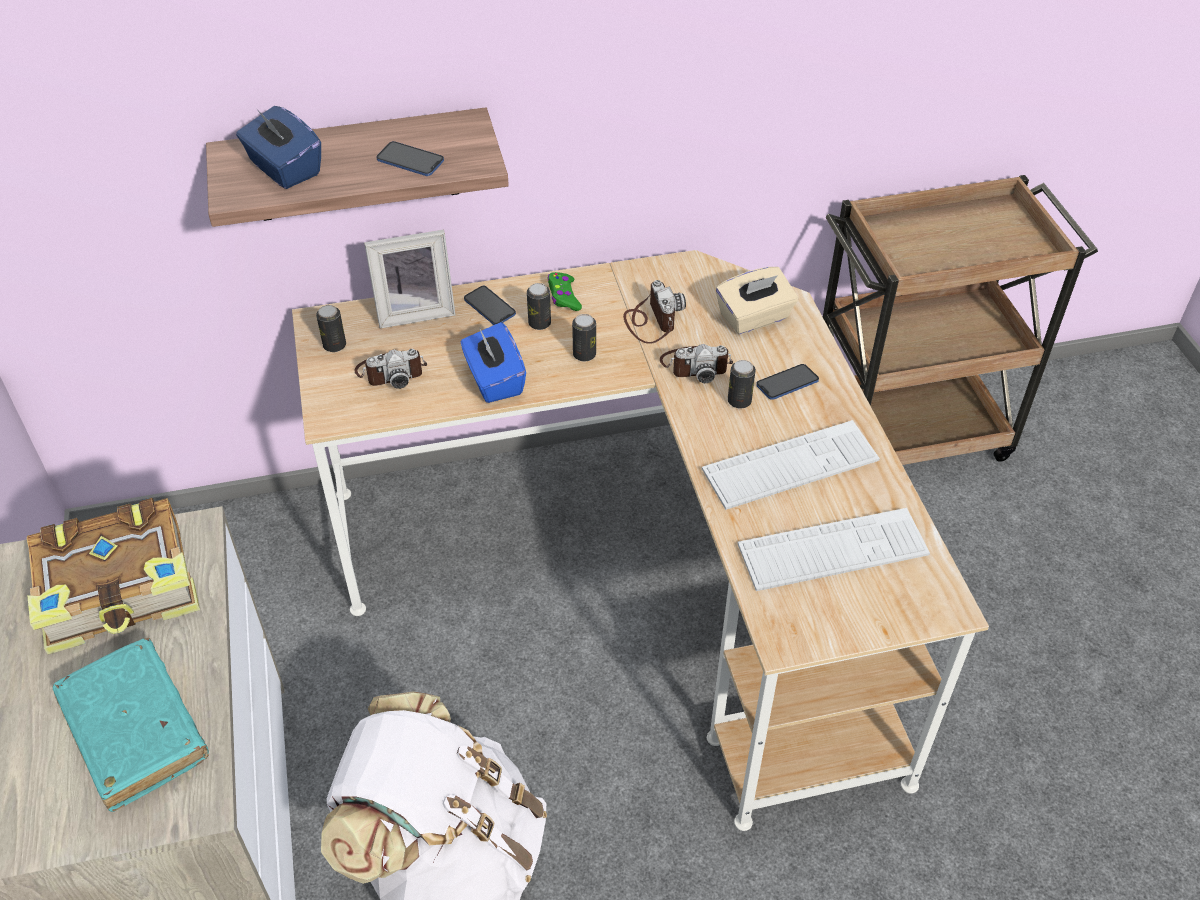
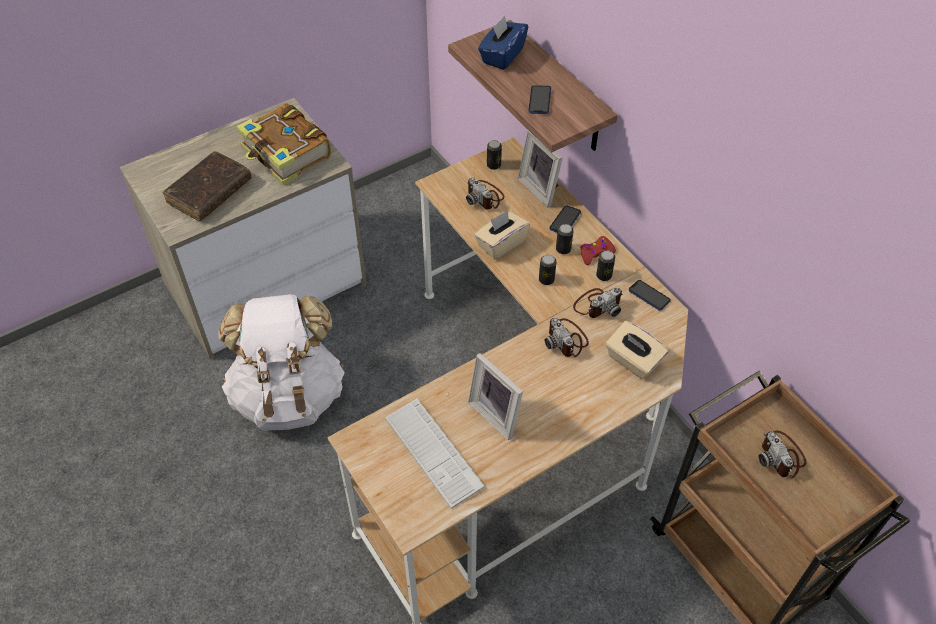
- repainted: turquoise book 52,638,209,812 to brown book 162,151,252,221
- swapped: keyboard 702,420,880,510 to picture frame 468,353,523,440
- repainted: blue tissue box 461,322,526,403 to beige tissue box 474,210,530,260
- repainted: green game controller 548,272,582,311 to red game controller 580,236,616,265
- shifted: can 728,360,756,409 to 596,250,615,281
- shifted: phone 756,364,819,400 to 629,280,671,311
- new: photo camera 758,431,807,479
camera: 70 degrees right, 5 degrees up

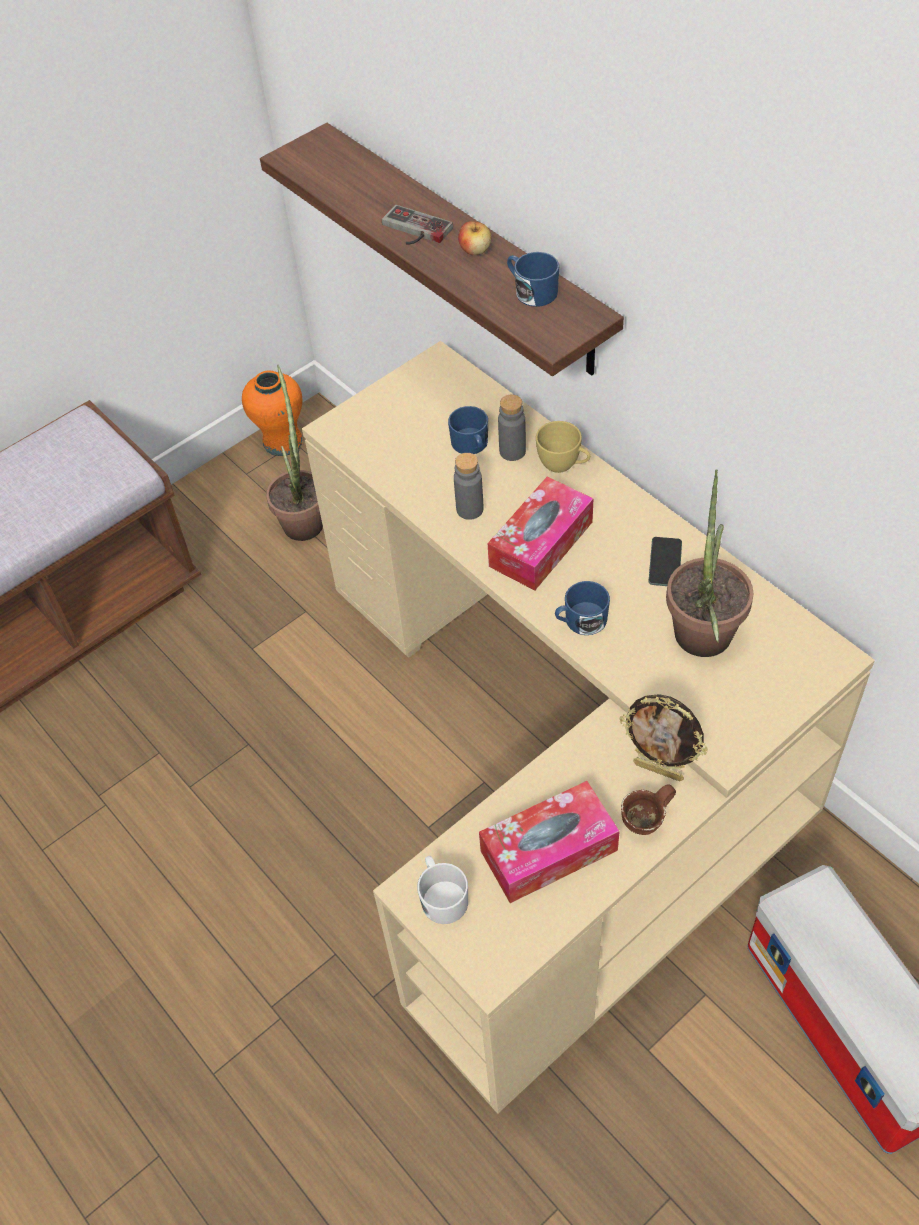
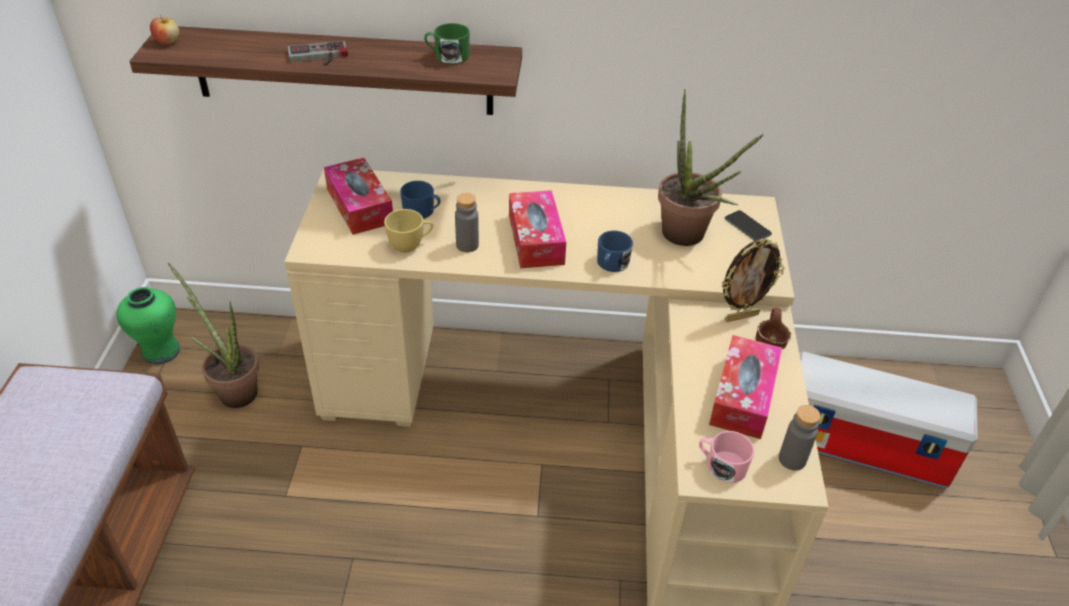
- repainted: orange vase 242,371,303,456 to green vase 116,287,180,365
- shifted: apple 458,220,491,255 to 150,15,179,45
- new: tissue box 324,158,393,235
- shifted: yellow cup 536,421,590,473 to 384,209,433,253
- repainted: blue mug 507,252,559,307 to green mug 424,23,470,64
- repainted: white mug 417,856,468,924 to pink mug 699,431,754,483
- shifted: phone 649,537,682,586 to 725,210,772,241
- shifted: grey bottle 498,394,526,461 to 779,405,821,470
camera: 50 degrees left, 10 degrees down

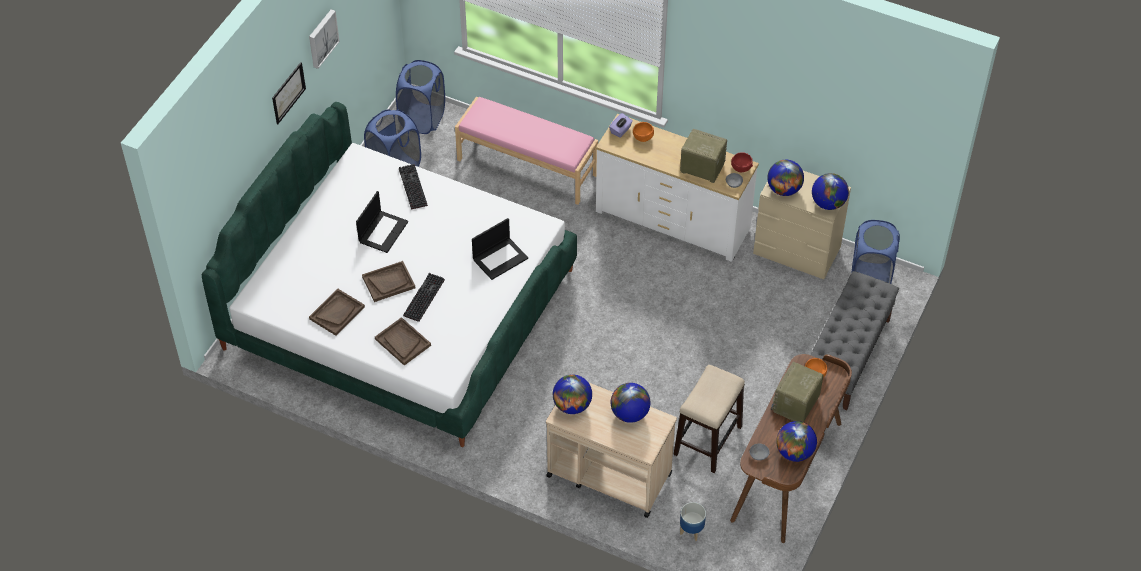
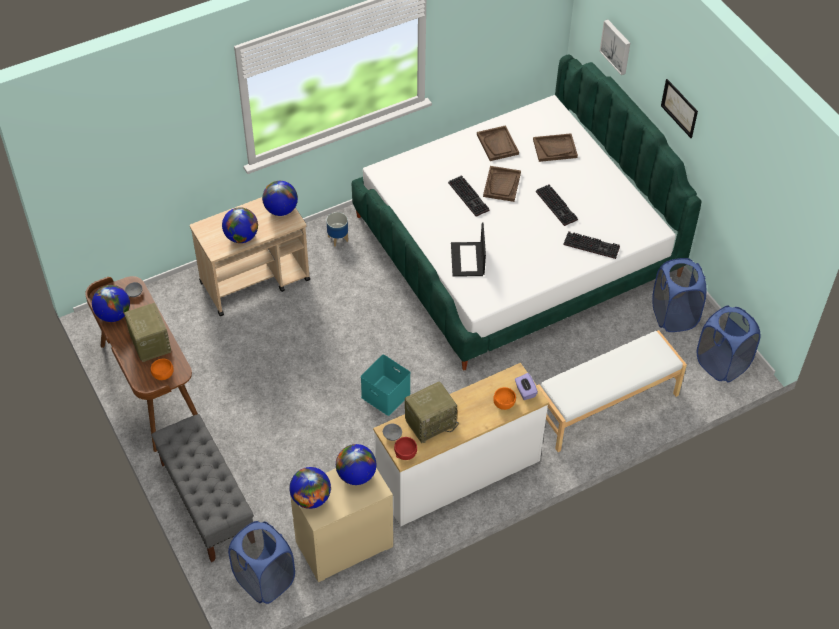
- shifted: planter 680,502,706,541 to 326,212,348,247
- new: turquoise storage box 361,354,411,416
- shifted: brown tray 375,317,431,366 to 533,133,578,162
- swapped: laptop 356,191,408,253 to keyboard 536,184,578,226
- repainted: pink bench 455,97,598,205 to white bench 537,330,687,452
- shifted: picture 309,9,340,69 to 599,19,630,75
- gone: stool 673,365,745,473
camera: 125 degrees right, 0 degrees up

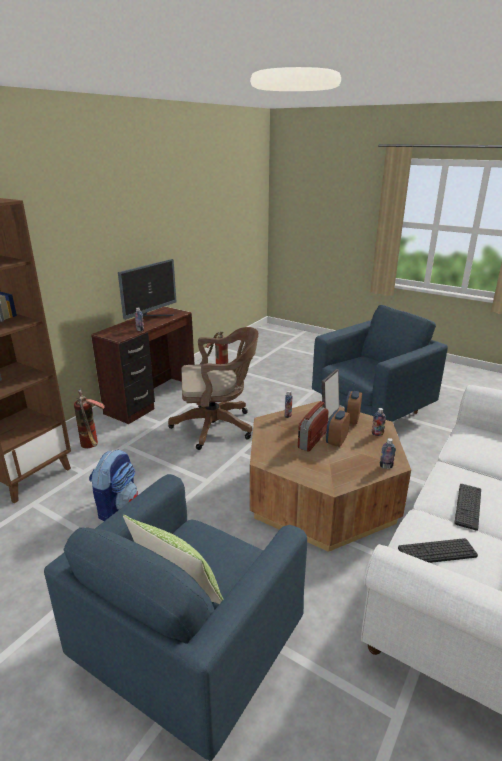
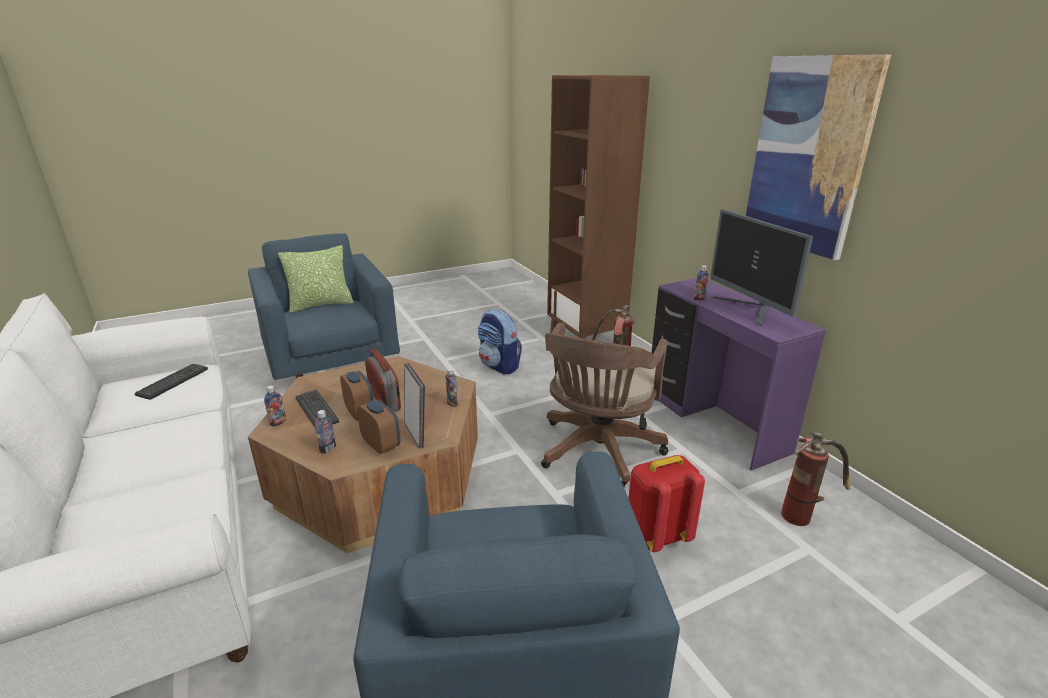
- shifted: keyboard 454,484,481,531 to 295,390,339,427
- new: red backpack 628,455,705,552
- repainted: brown desk 91,306,195,424 to purple desk 651,278,826,471
- new: picture 746,54,891,260
camera: 120 degrees right, 0 degrees up

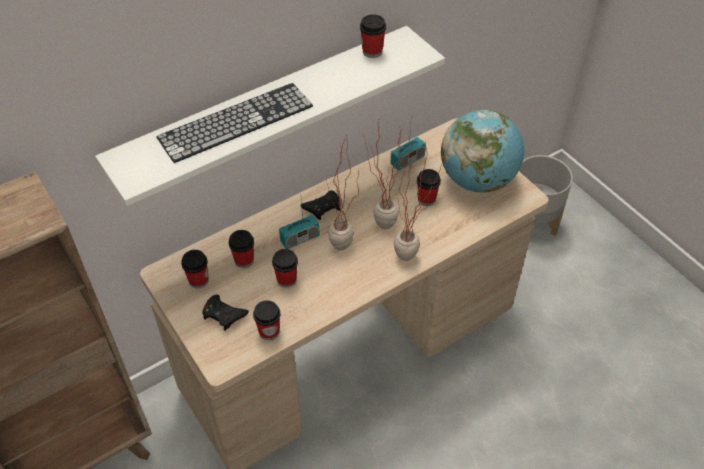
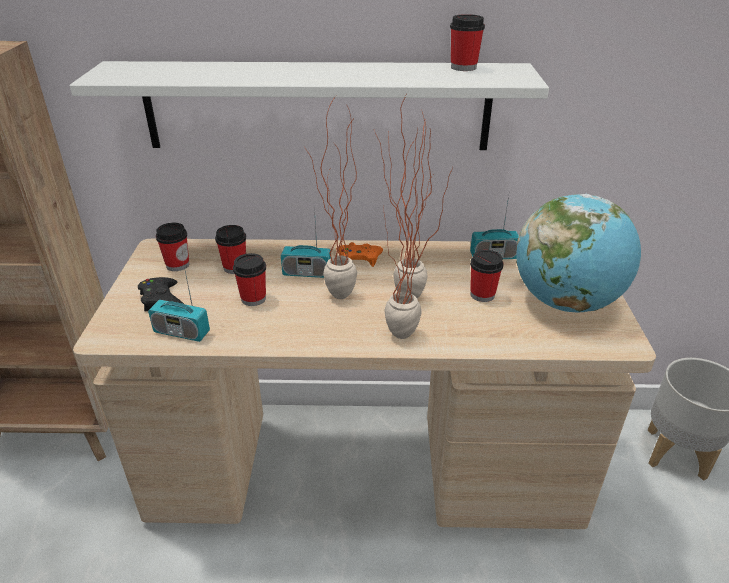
- swapped: cup 253,300,281,340 to radio 148,262,210,342
- repainted: black game controller 300,190,341,220 to orange game controller 336,242,383,267
- gone: keyboard 156,83,313,163
camera: 35 degrees right, 15 degrees down

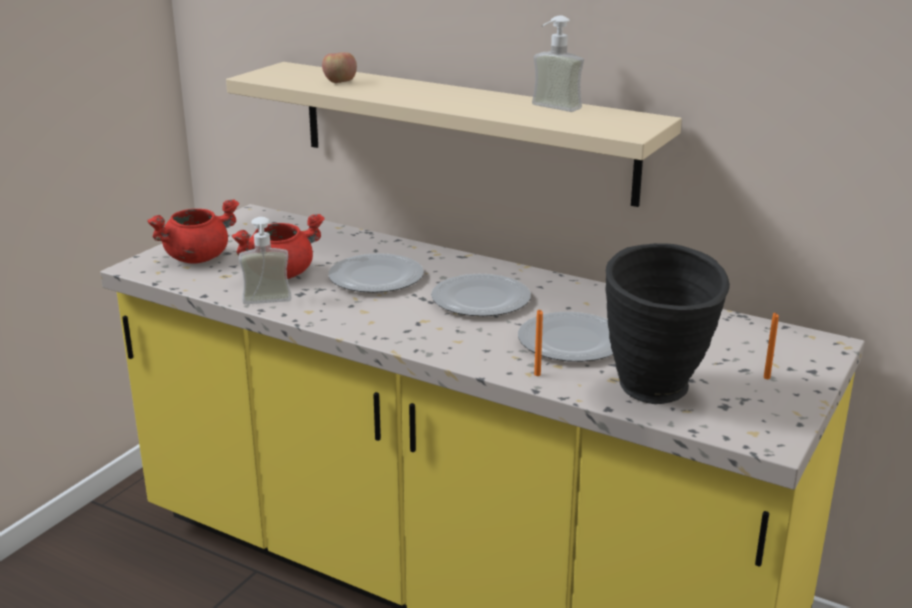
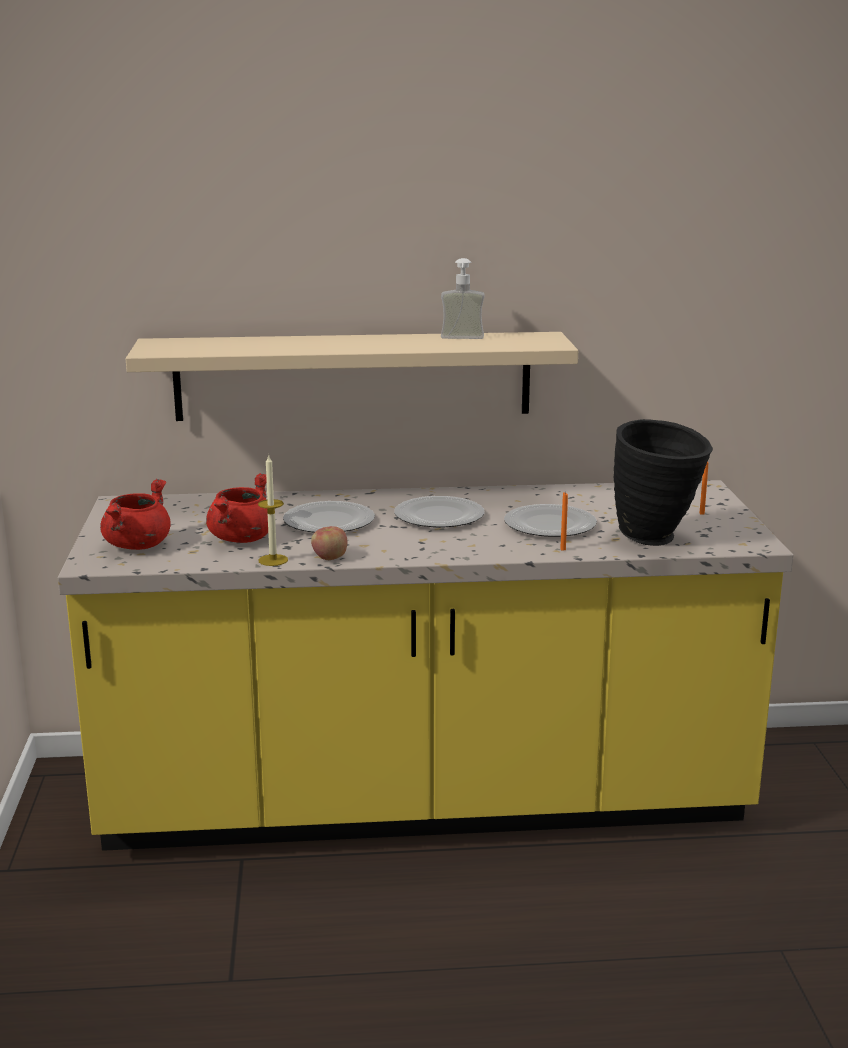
- swapped: soap dispenser 239,217,291,304 to candle 258,454,288,566
- shifted: apple 322,52,357,83 to 311,526,347,560
camera: 35 degrees left, 5 degrees down

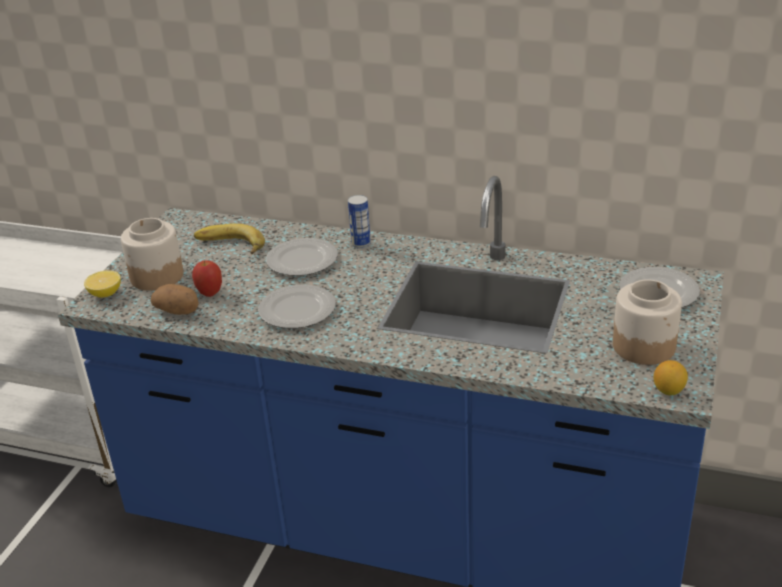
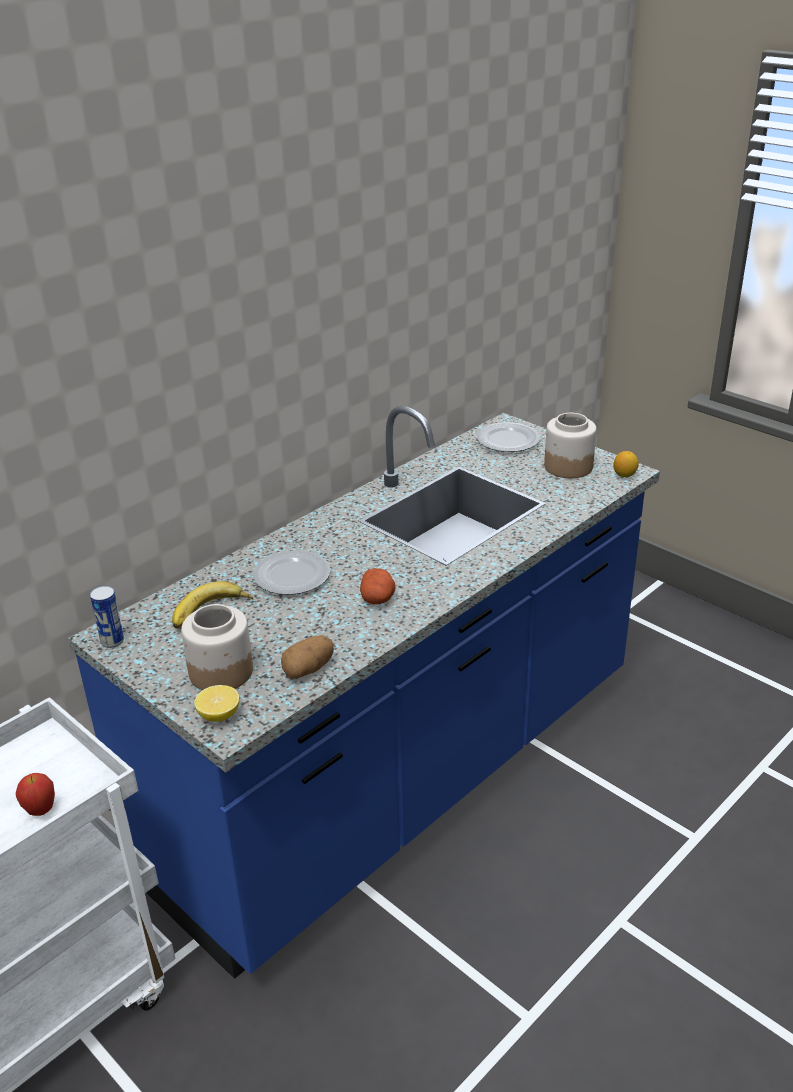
- shifted: apple 192,260,222,297 to 16,773,55,816
- shifted: can 348,195,371,249 to 90,586,124,648
- swapped: plate 258,285,336,328 to potato 360,568,396,604
camera: 65 degrees left, 0 degrees up

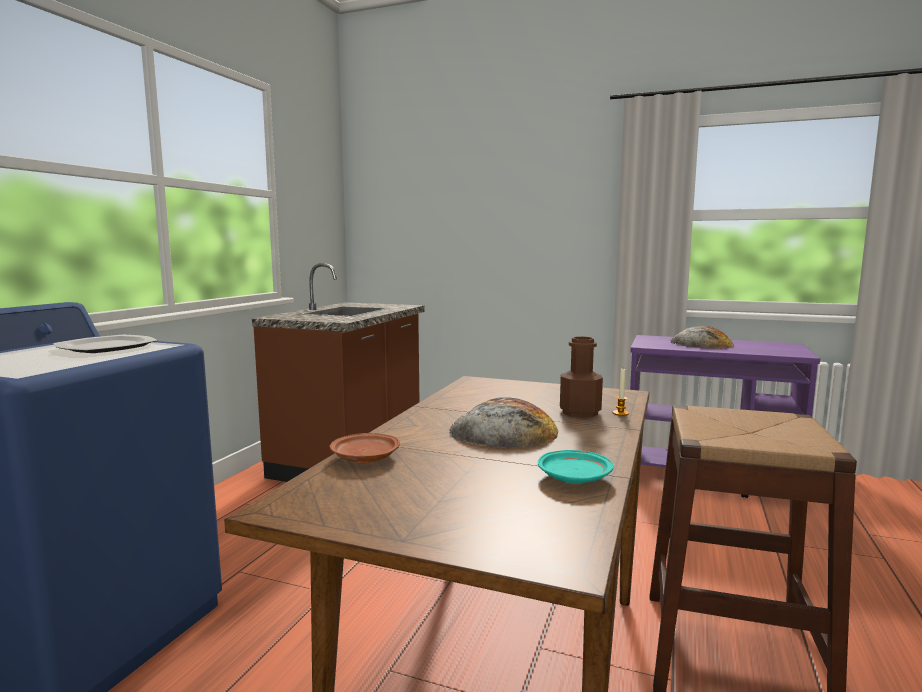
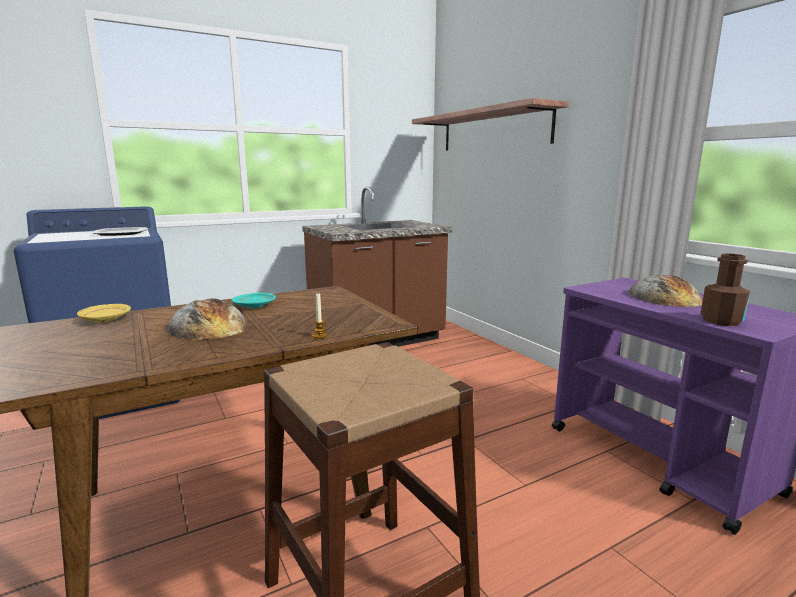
- repainted: brown plate 330,433,400,463 to yellow plate 77,304,131,323
- shifted: turquoise plate 538,450,614,484 to 232,292,276,308
- new: shelf 412,98,568,151
- shifted: brown bottle 560,336,603,418 to 700,253,750,326
camera: 40 degrees right, 5 degrees up

